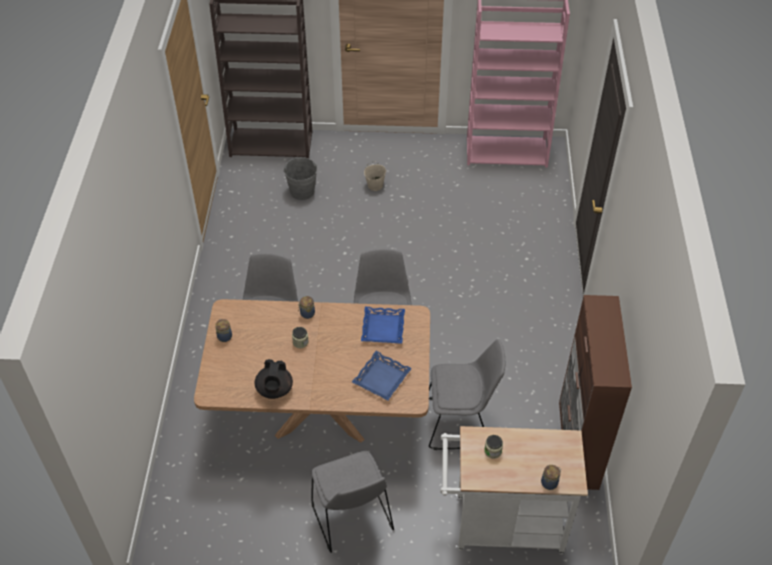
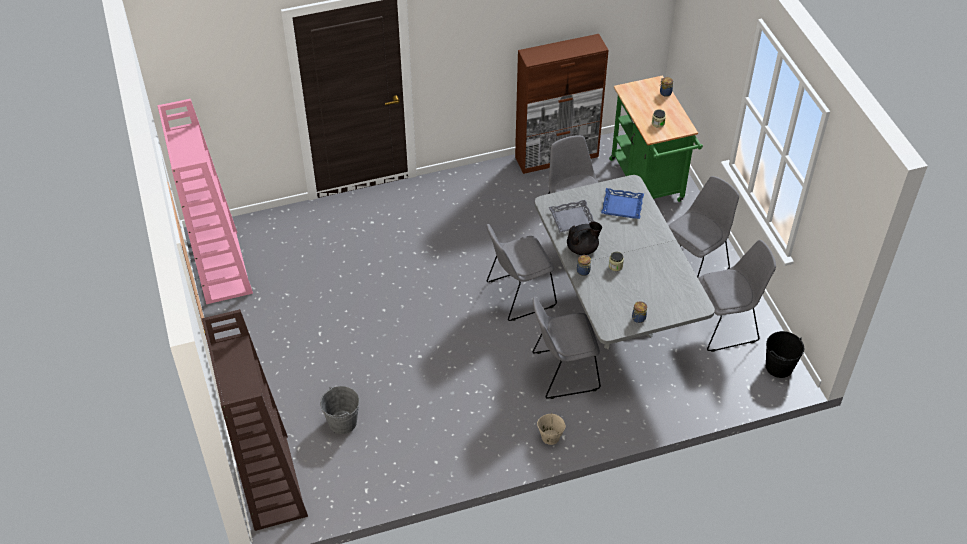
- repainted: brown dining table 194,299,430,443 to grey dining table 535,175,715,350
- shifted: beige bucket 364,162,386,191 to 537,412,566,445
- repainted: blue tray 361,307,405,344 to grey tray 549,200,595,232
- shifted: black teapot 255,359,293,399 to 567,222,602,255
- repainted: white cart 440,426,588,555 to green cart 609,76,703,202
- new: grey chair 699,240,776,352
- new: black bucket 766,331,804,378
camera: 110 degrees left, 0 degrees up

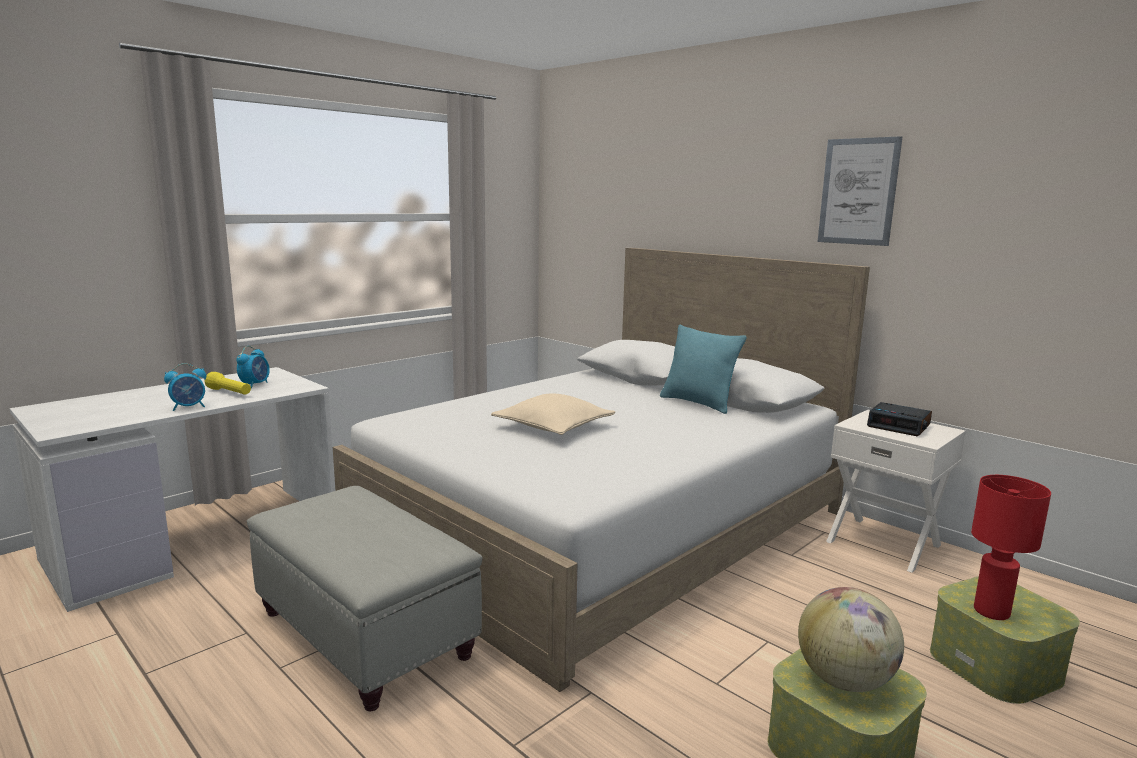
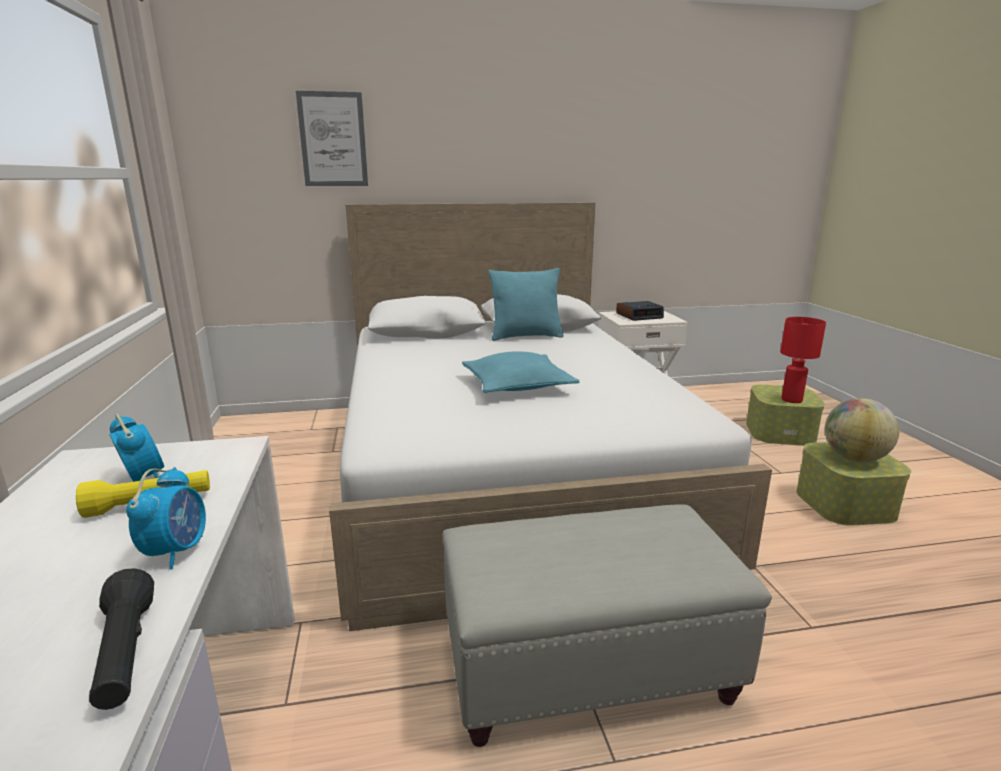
- new: black flashlight 89,568,154,710
- shifted: picture 818,136,902,246 to 296,91,368,186
- repainted: beige pillow 491,394,615,435 to turquoise pillow 462,351,580,393
camera: 55 degrees left, 5 degrees up

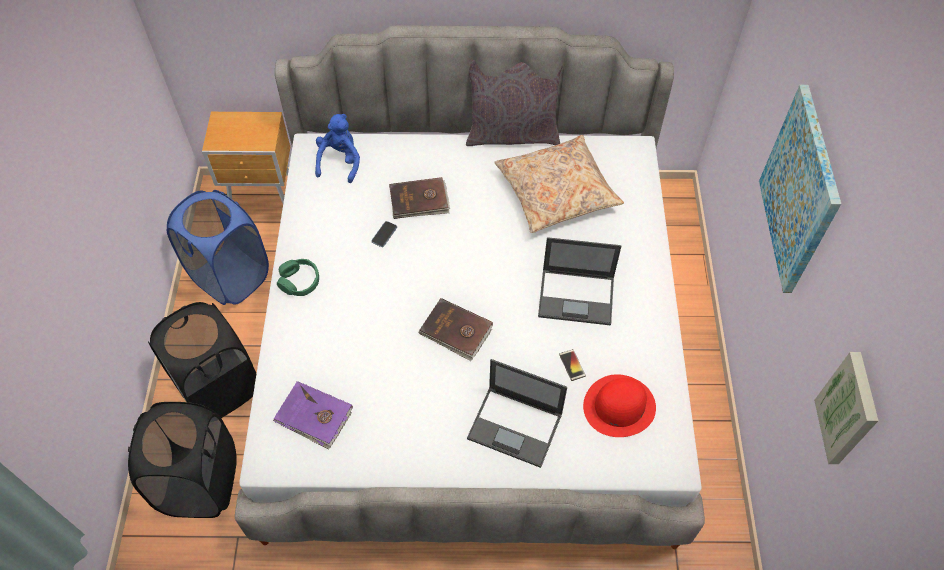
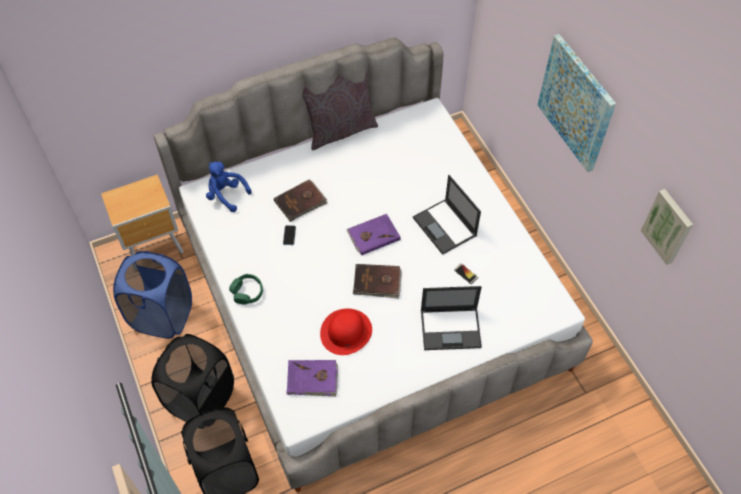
- rotated: blue plush toy 315,114,360,183 = 206,162,252,212 45 degrees counterclockwise
- shifted: red hat 583,374,656,437 to 320,309,372,355
- new: purple book 346,214,401,255
- rotated: laptop 538,237,621,325 = 413,175,481,255 75 degrees clockwise
- gone: beige pillow 495,135,624,233
camera: 25 degrees left, 0 degrees up

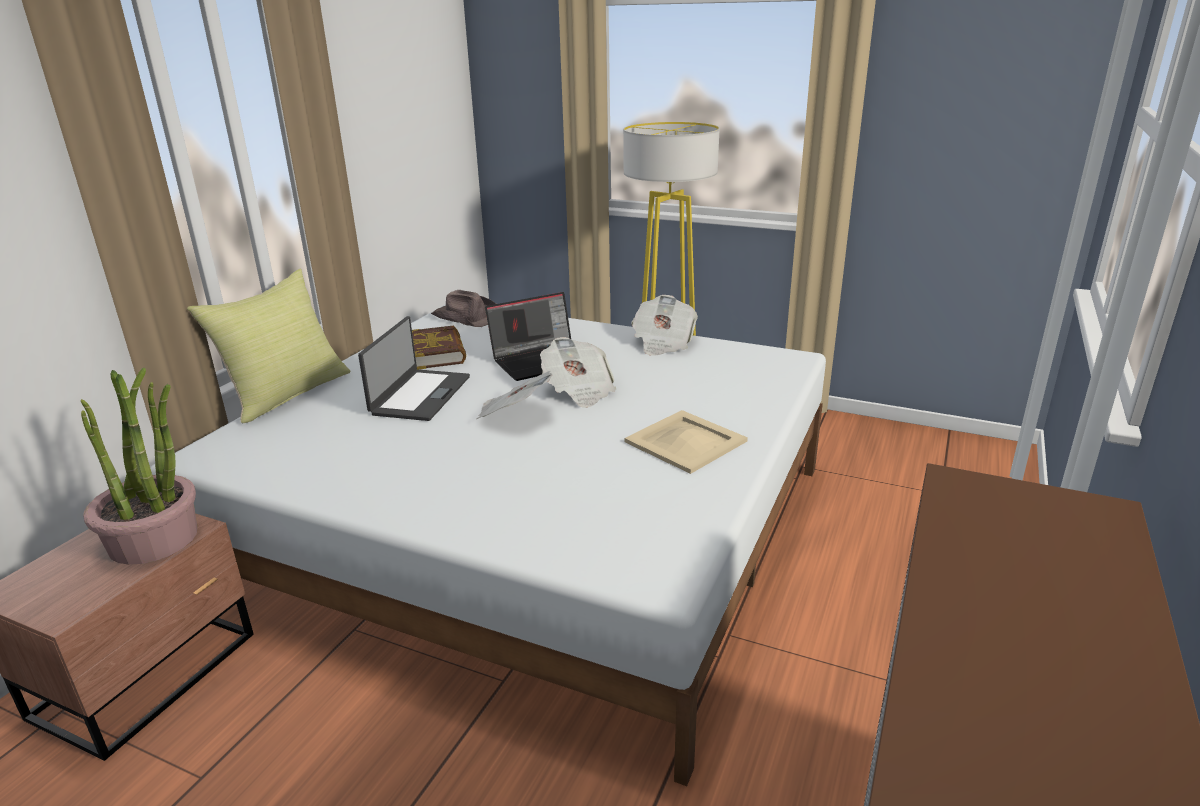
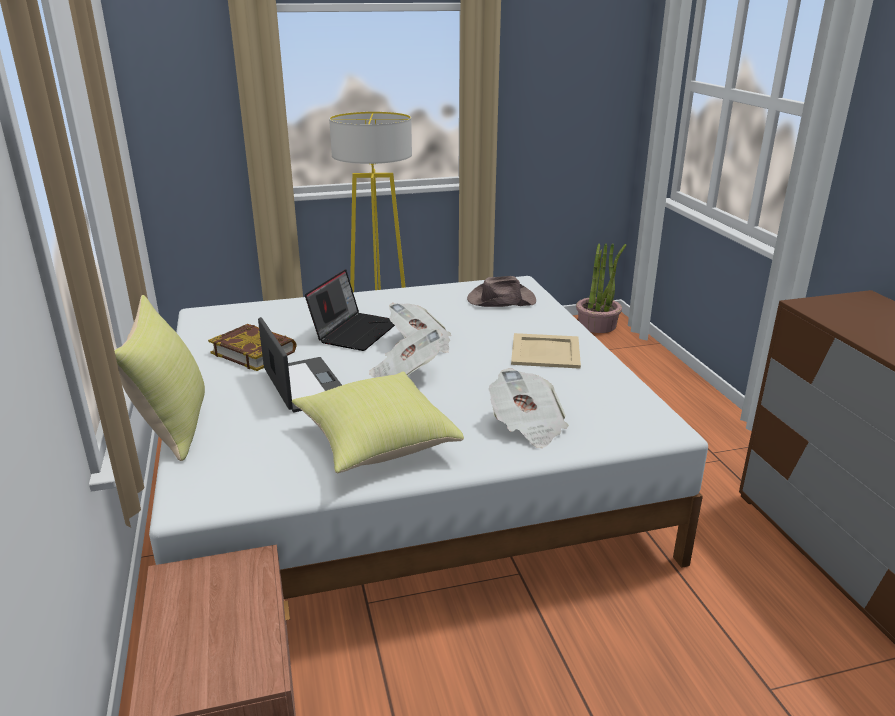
- new: yellow pillow 292,372,464,473
- shifted: brown hat 431,290,496,327 to 467,276,536,307
- shifted: newspaper 631,295,698,356 to 488,368,569,448
- shifted: potted plant 81,368,197,565 to 576,243,626,333
camera: 40 degrees left, 0 degrees up

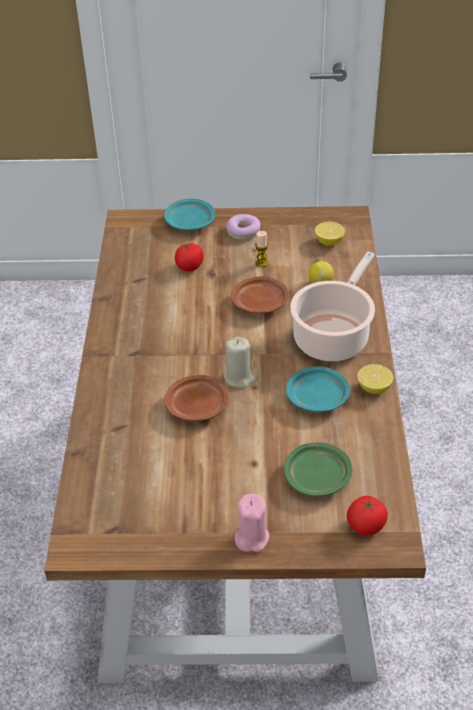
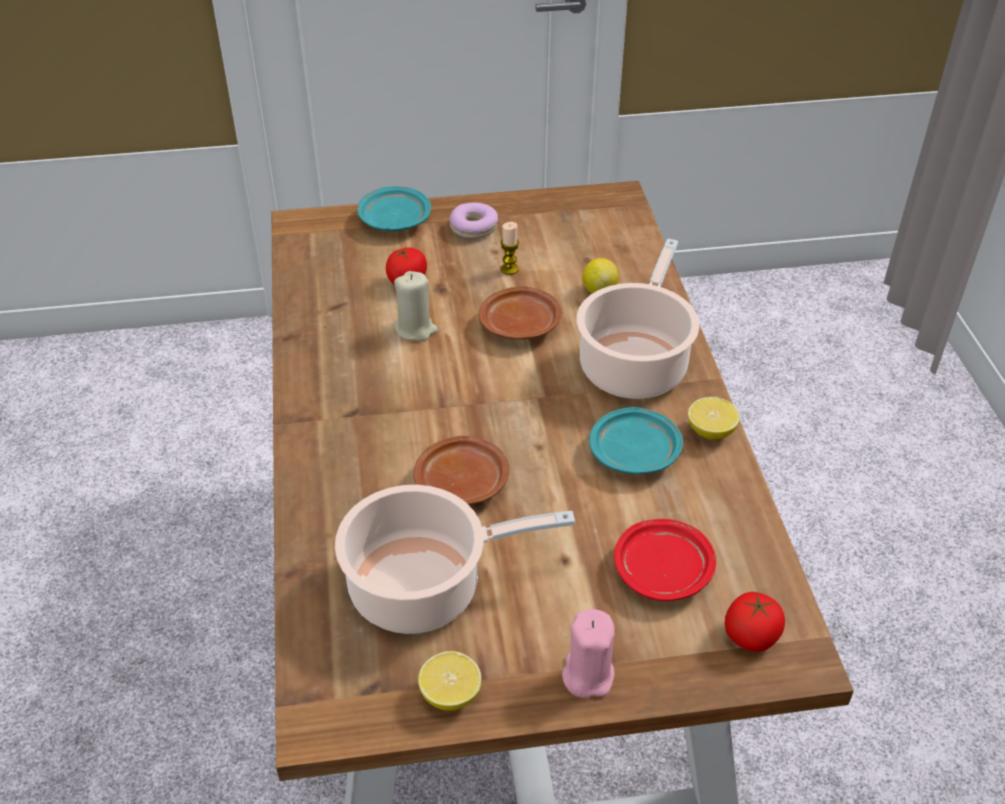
- new: cooking pot 335,485,575,634
- shifted: beige candle 223,337,256,388 to 394,271,438,341
- shifted: lemon 315,222,345,246 to 418,651,481,711
- repainted: green plate 284,443,352,497 to red plate 614,519,716,601
camera: 10 degrees left, 0 degrees up

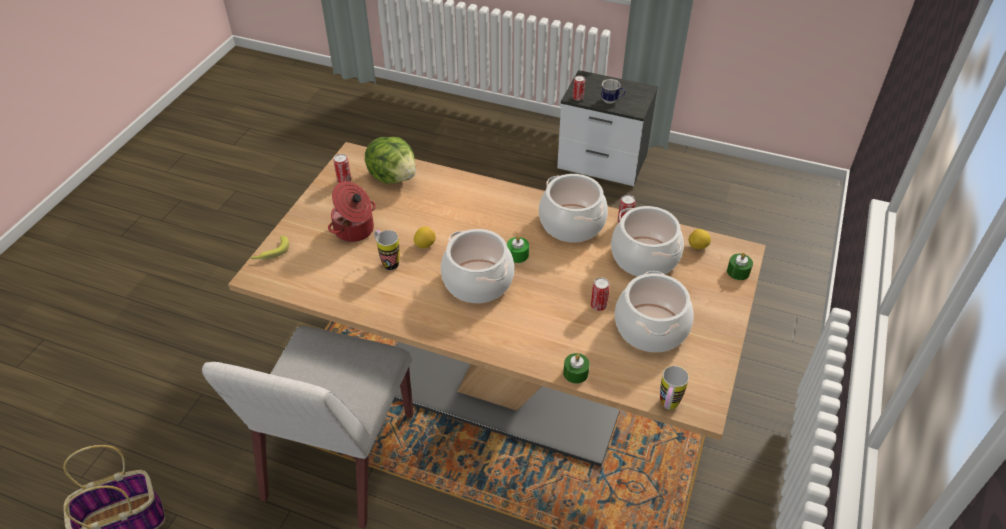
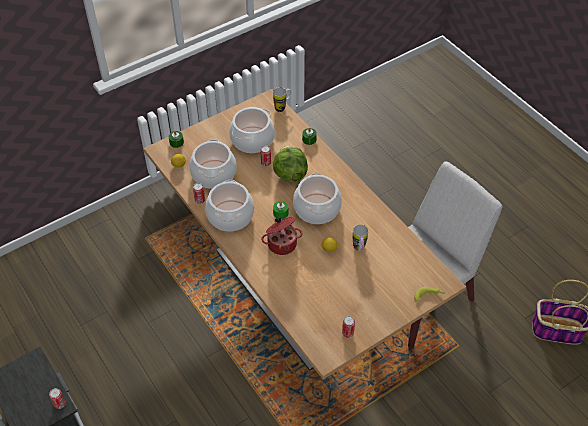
- shifted: cooking pot 328,181,376,242 to 261,217,303,255
- shifted: lettuce 365,137,416,184 to 273,146,308,182
- gone: mug 601,79,625,104
camera: 145 degrees left, 5 degrees up

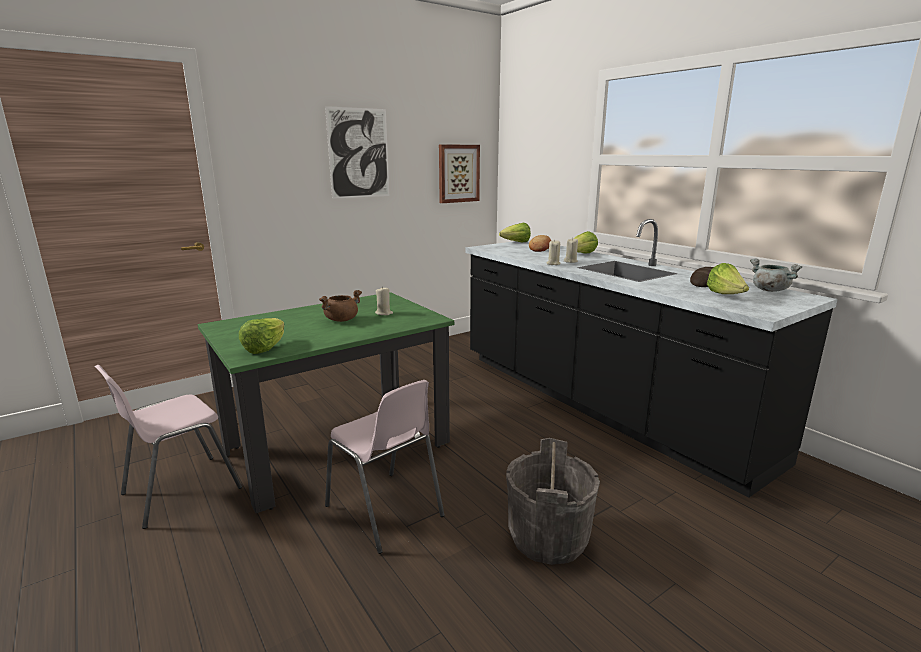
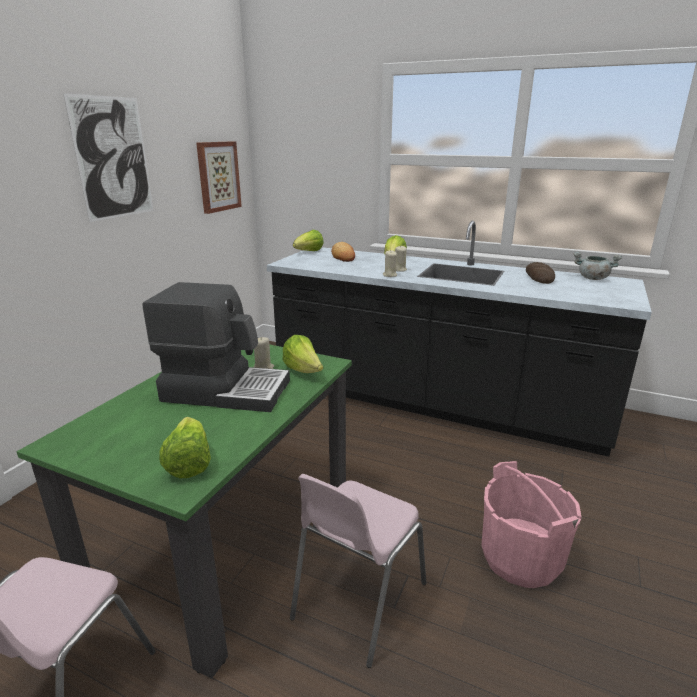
- swapped: brown cooking pot 319,290,362,322 to coffee machine 143,282,290,412
- shifted: lettuce 707,263,749,294 to 282,335,323,373
- rotated: pink chair 325,380,445,554 = 290,474,426,668 105 degrees clockwise
- repainted: grey bucket 506,438,600,565 to pink bucket 481,461,581,588
camera: 30 degrees left, 5 degrees up

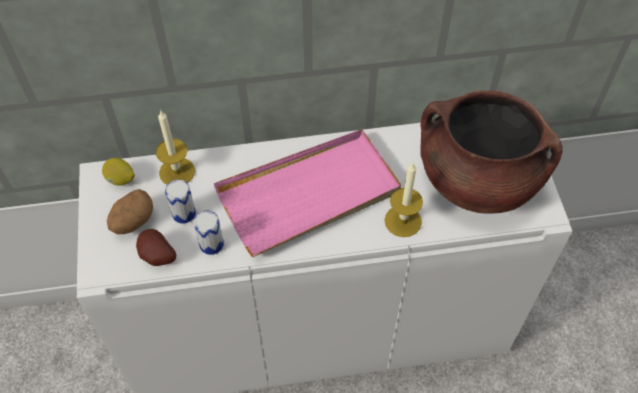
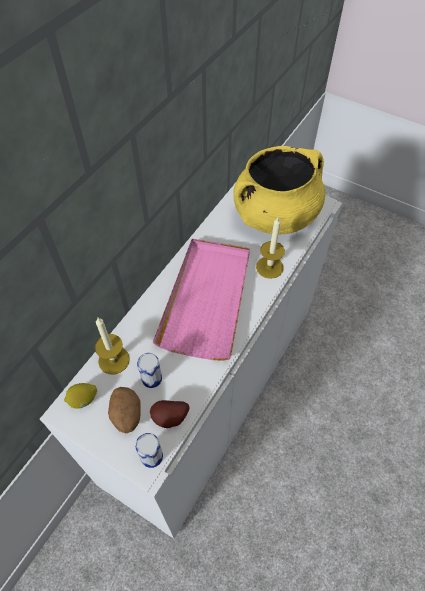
- shifted: can 194,211,224,255 to 135,433,163,468
- repainted: brown cooking pot 421,90,563,213 to yellow cooking pot 233,146,325,235
camera: 50 degrees left, 0 degrees up

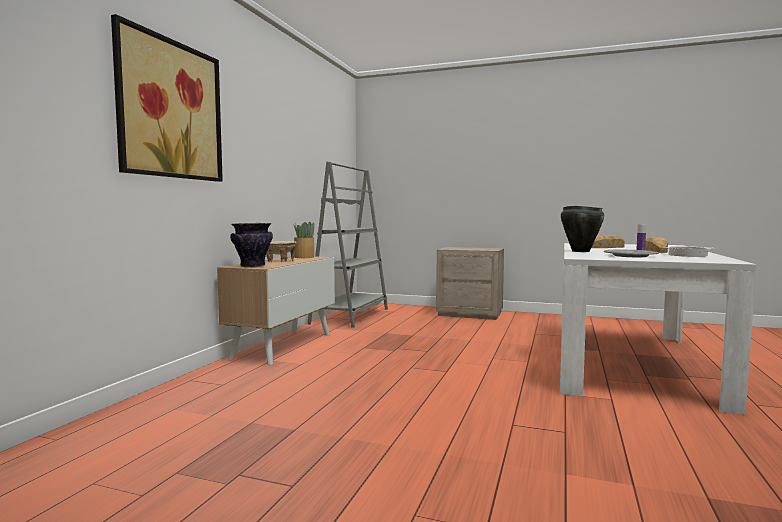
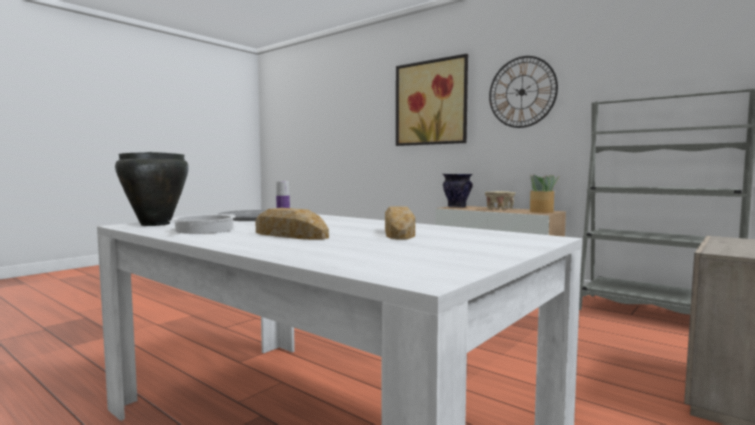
- shifted: black cooking pot 561,206,604,252 to 115,152,189,226
- new: wall clock 489,56,558,128
camera: 110 degrees right, 0 degrees up

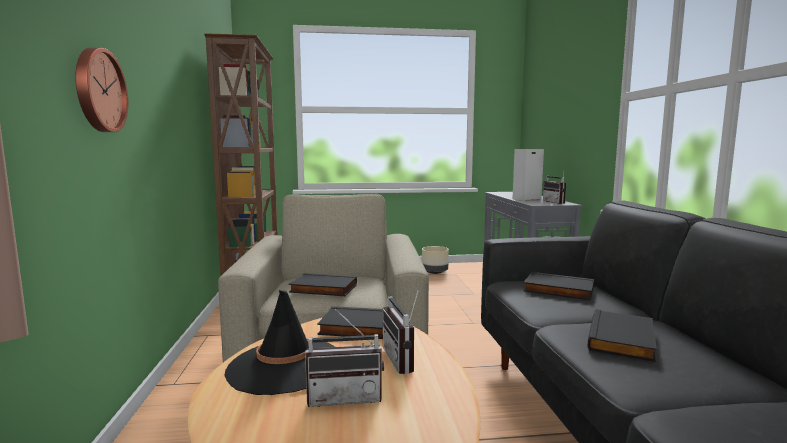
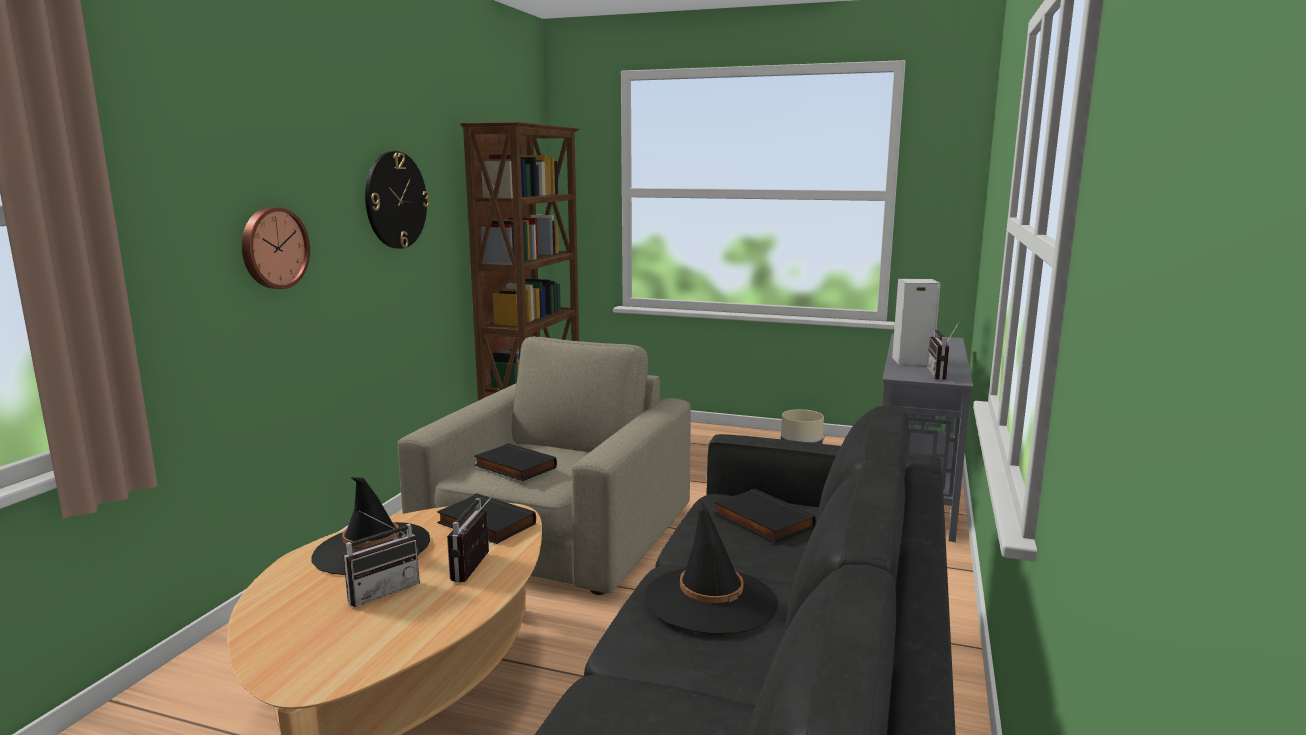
- rotated: radio 305,309,384,407 = 343,511,420,607 60 degrees counterclockwise
- new: wall clock 365,151,429,249
- swapped: black book 588,309,657,362 to black hat 645,500,778,634
camera: 25 degrees right, 5 degrees up

